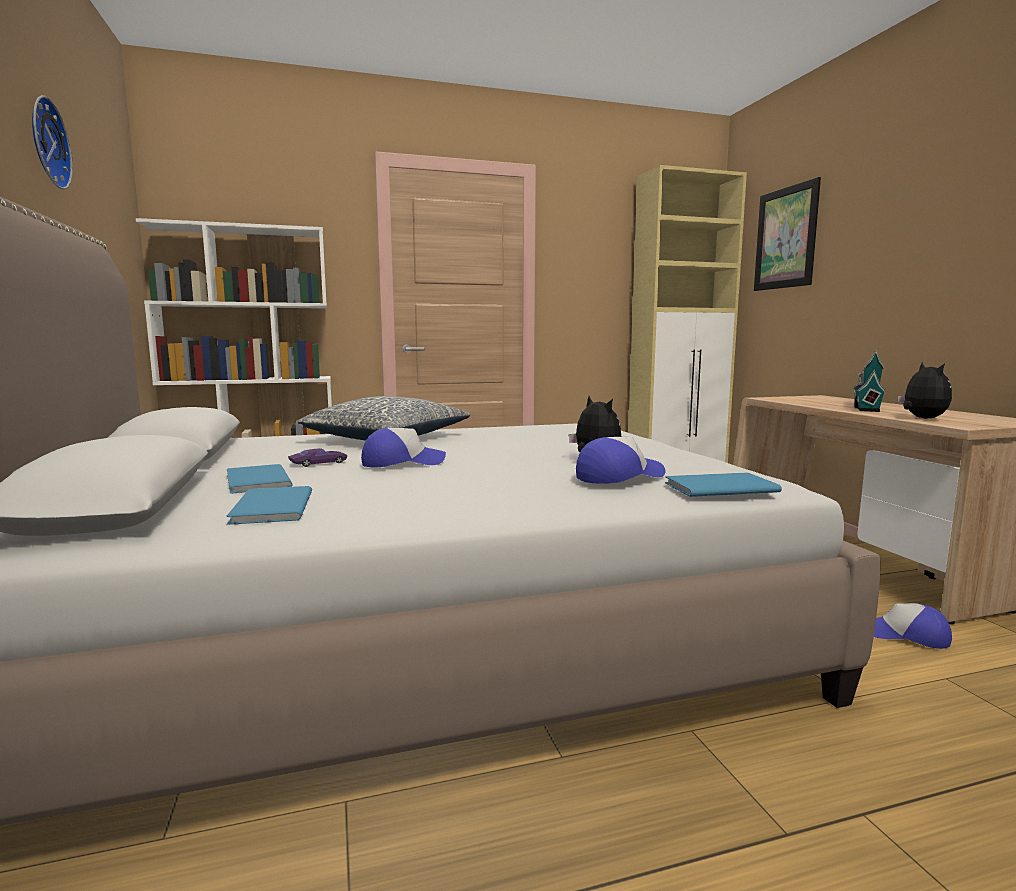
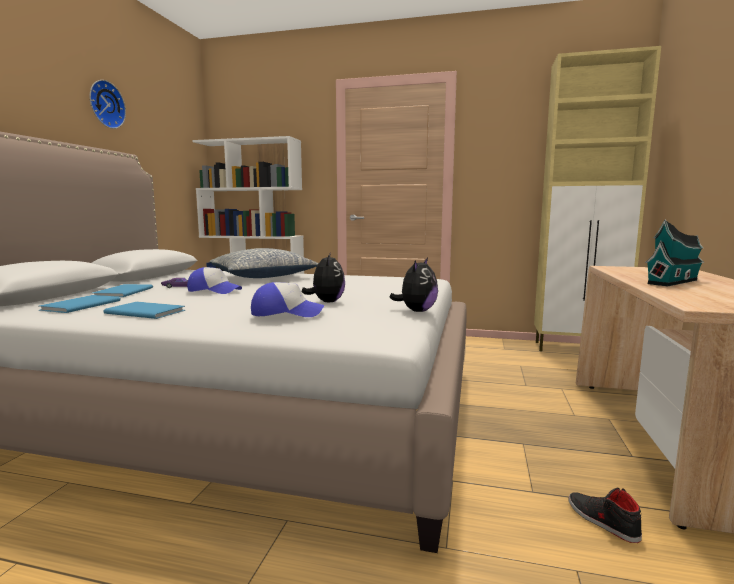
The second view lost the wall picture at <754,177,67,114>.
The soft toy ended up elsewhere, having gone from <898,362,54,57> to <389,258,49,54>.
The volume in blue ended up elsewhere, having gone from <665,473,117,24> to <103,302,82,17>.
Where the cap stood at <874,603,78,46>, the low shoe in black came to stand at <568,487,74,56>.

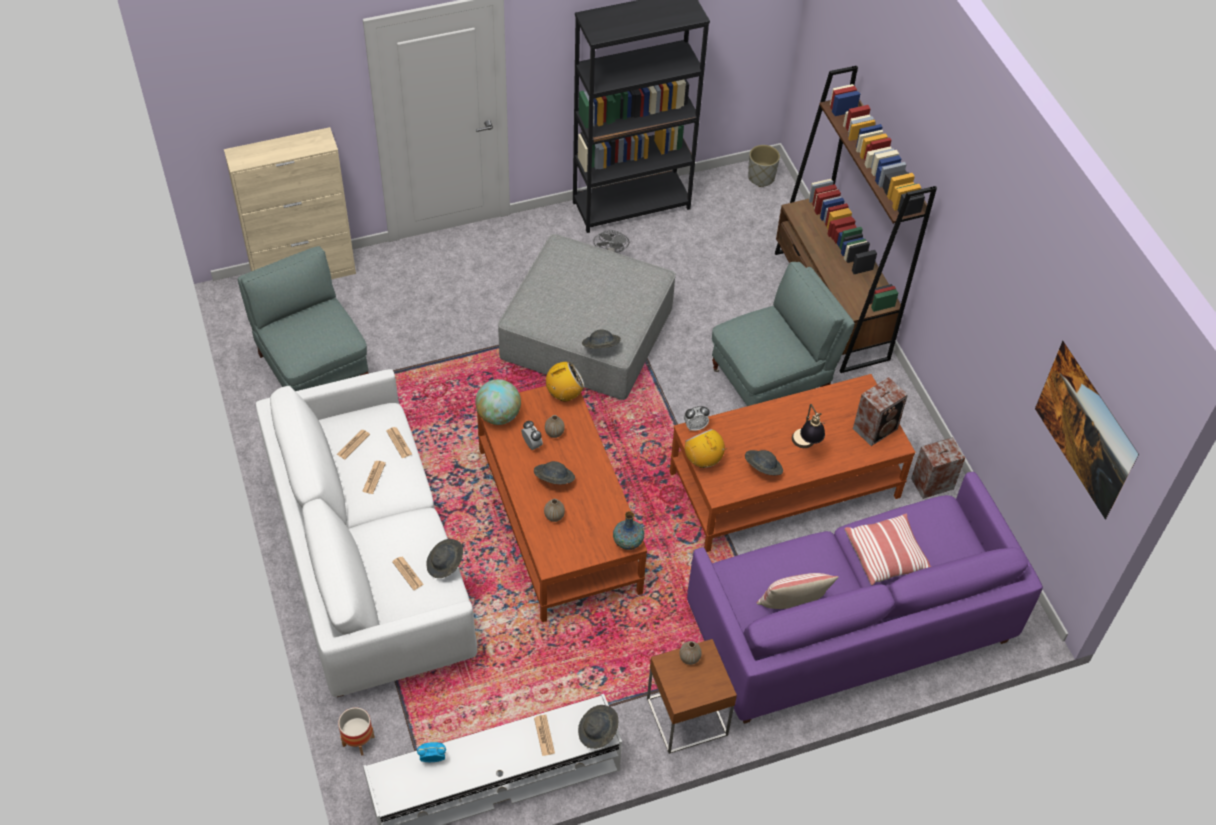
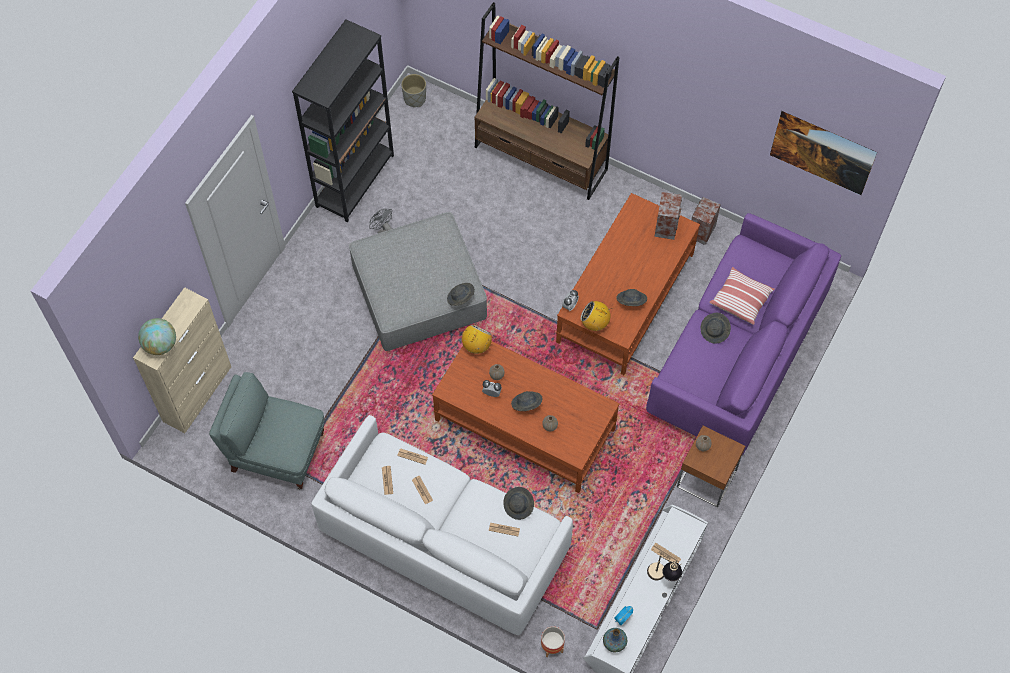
The second view lost the easy chair in grey at <711,262,144,144>.
The world globe ended up elsewhere, having gone from <475,379,46,46> to <138,318,38,37>.
The tabletop lamp ended up elsewhere, having gone from <792,404,33,44> to <647,556,35,25>.
The decorative vase ended up elsewhere, having gone from <613,511,31,39> to <603,628,25,25>.
The second view lost the cushion at <757,573,82,36>.
The wearable hat in grey ended up elsewhere, having gone from <578,705,41,44> to <701,313,30,30>.

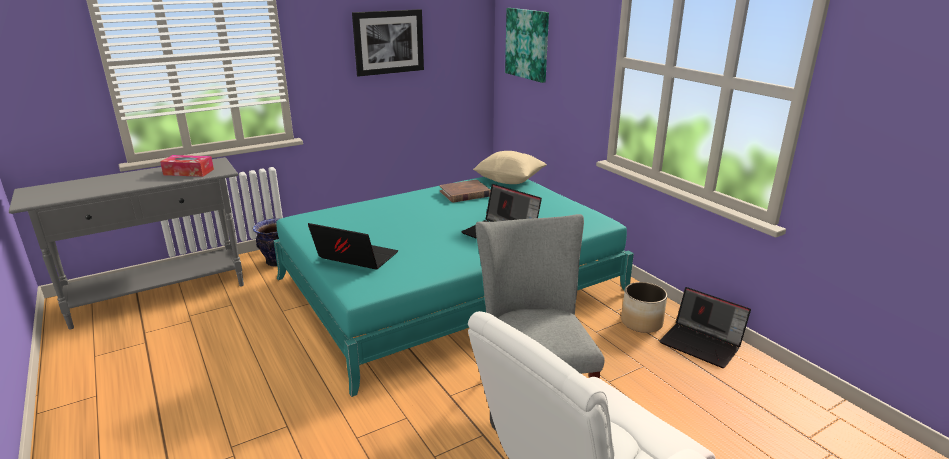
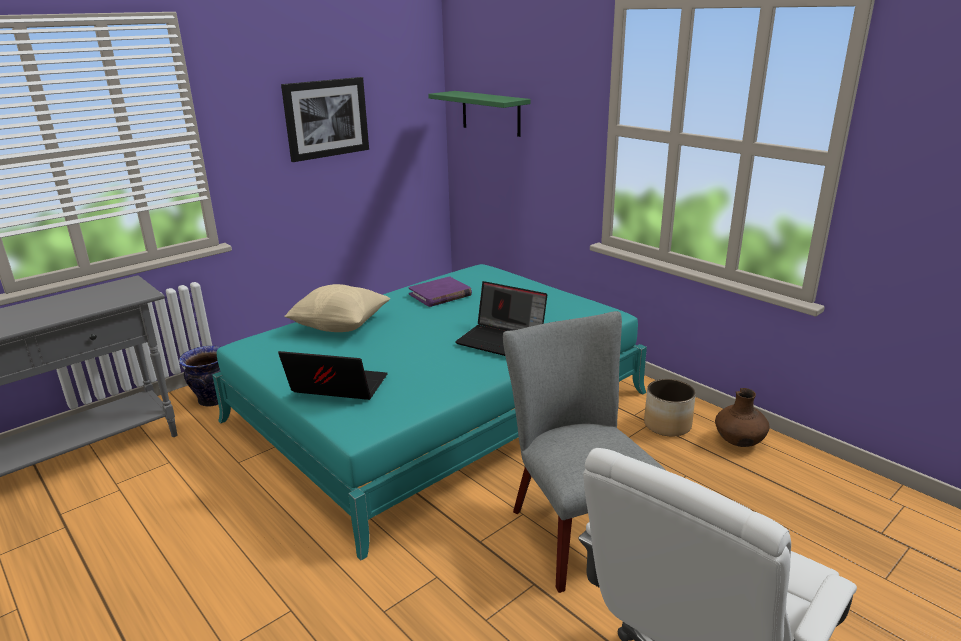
Where the wall picture hung at <505,8,44,75>, the shelf in green came to hang at <428,91,103,46>.
The cushion in beige ended up elsewhere, having gone from <473,151,74,33> to <284,284,106,48>.
The second view lost the tissue box at <160,155,54,22>.
What was the volume in brownish at <440,179,51,24> turned into the volume in purple-coloured at <408,276,64,31>.
Where the laptop stood at <659,287,92,81>, the decorative vase in brownish came to stand at <715,388,55,59>.

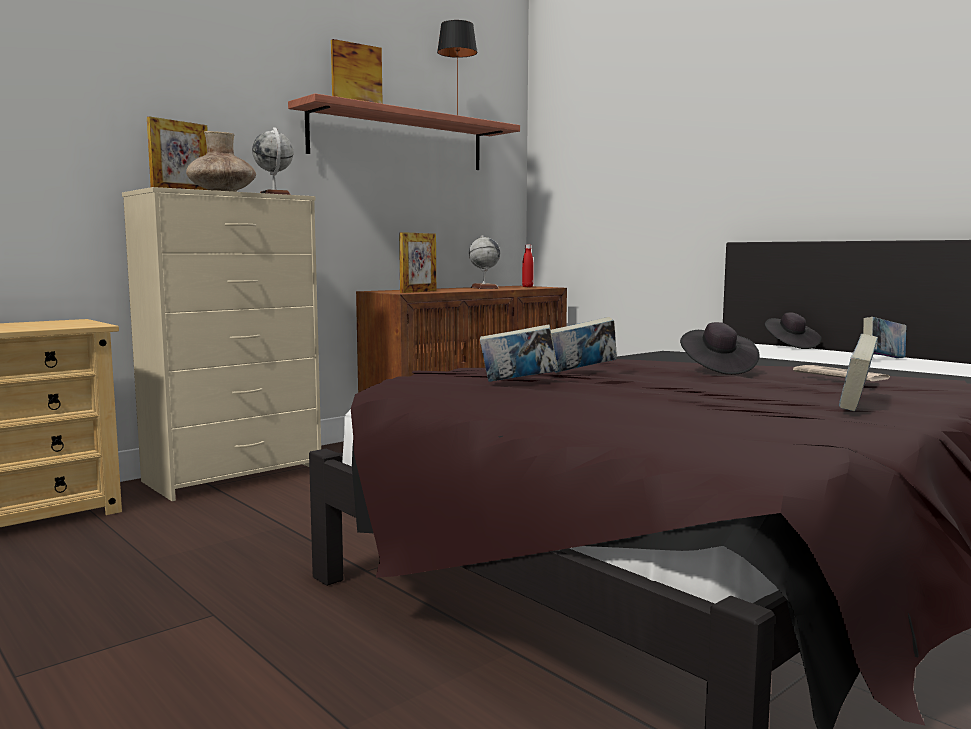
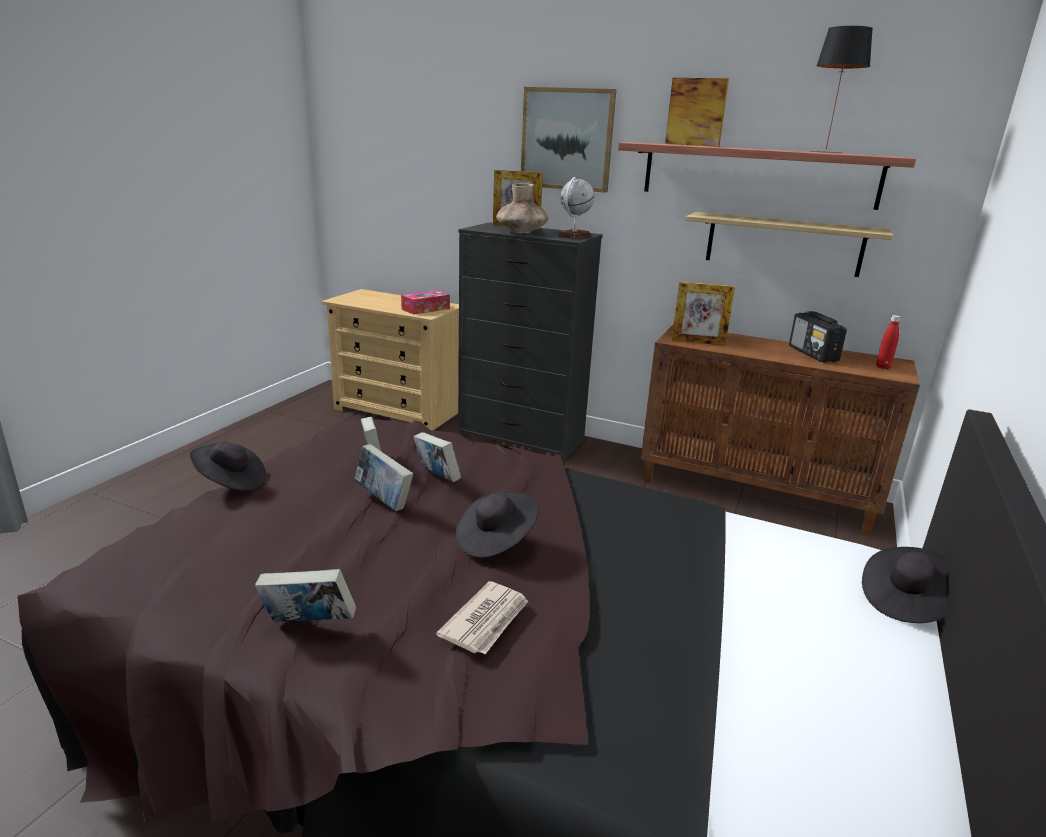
What was the dresser in beige at <122,187,199,314> turned into the dresser in black at <458,222,145,240>.
Where the world globe stood at <469,235,31,54>, the radio receiver came to stand at <789,311,58,52>.
The volume ended up elsewhere, having gone from <863,317,44,41> to <354,444,59,67>.
The second view gained the wall picture at <521,87,96,106>.
The second view gained the shelf at <685,212,208,65>.
The second view gained the tissue box at <401,290,49,25>.
The second view gained the wearable hat in black at <190,441,76,50>.

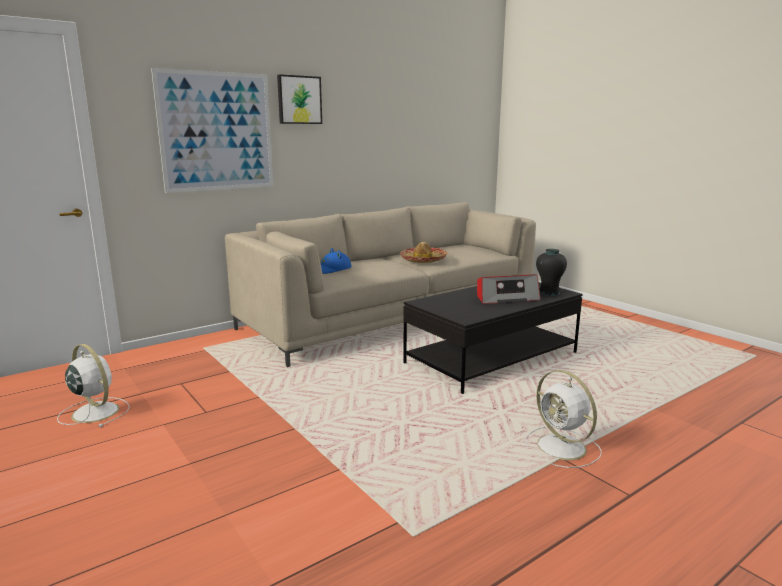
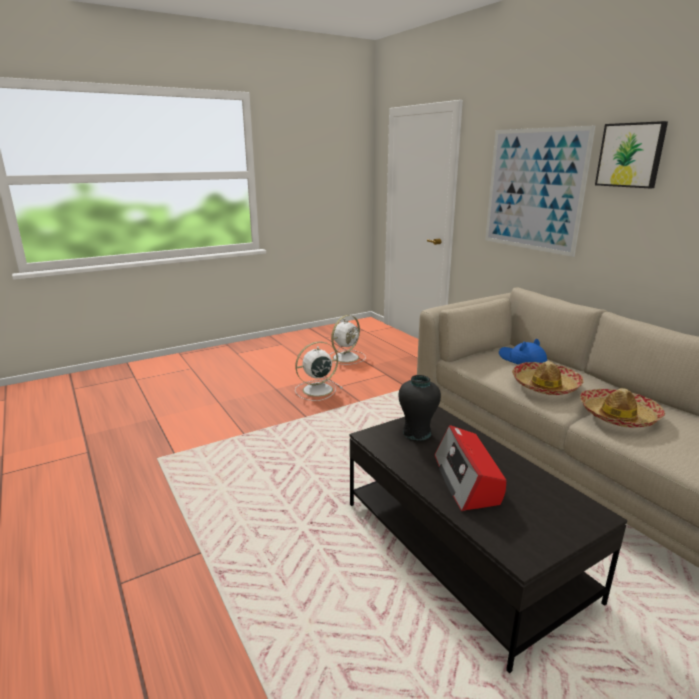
The decorative vase in black ended up elsewhere, having gone from <536,249,31,47> to <399,375,42,66>.
The fan in white-coloured ended up elsewhere, having gone from <525,370,77,98> to <295,342,47,59>.
The second view gained the wearable hat at <512,361,72,34>.

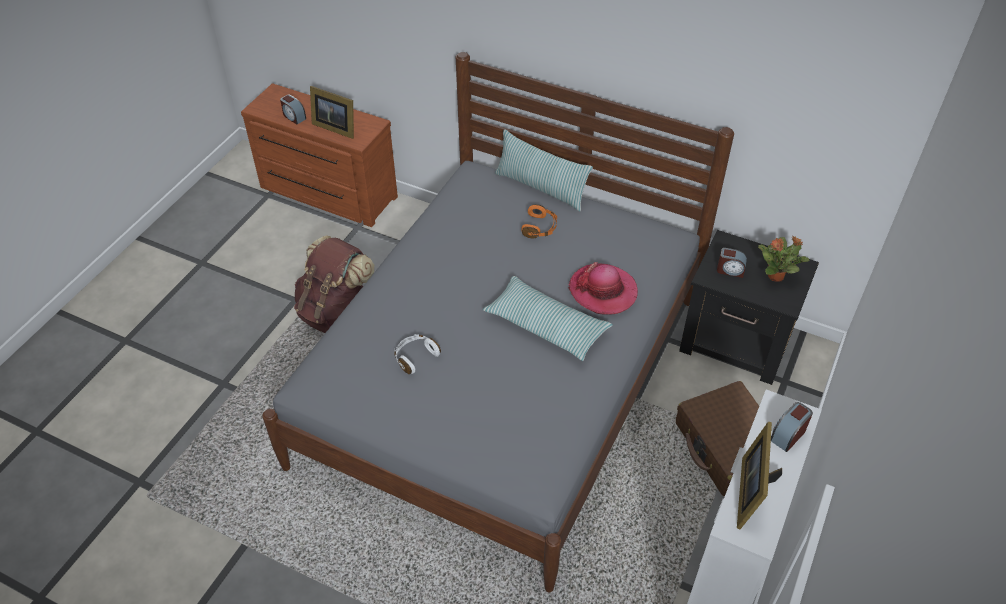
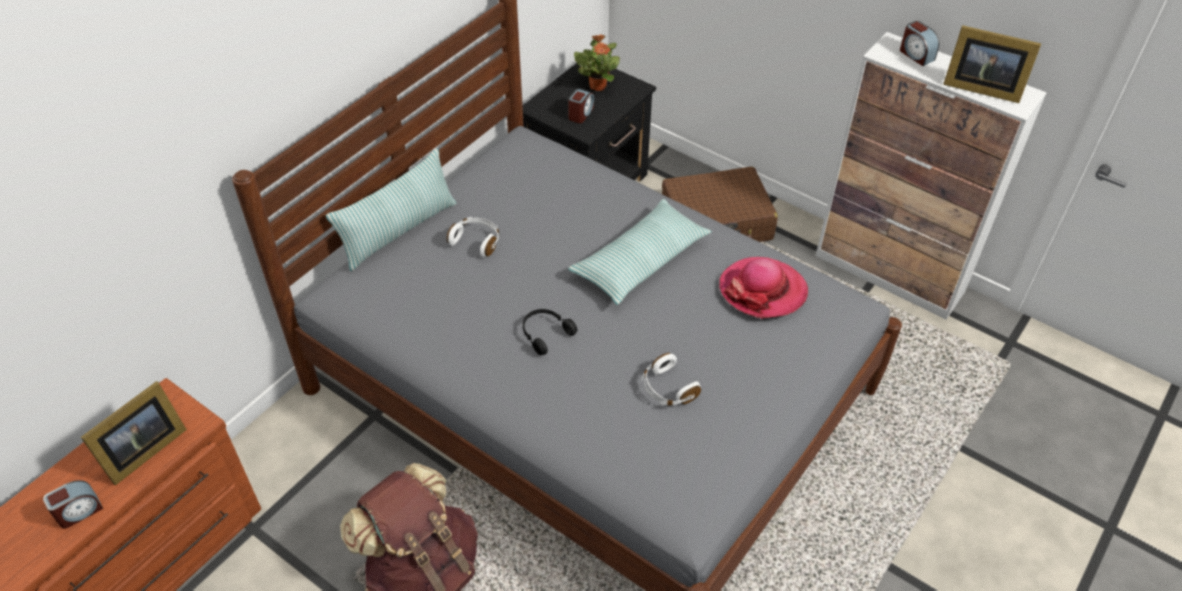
What was the headset in orange-coloured at <521,204,36,35> turned into the headset in white-coloured at <447,217,52,40>.
The wearable hat ended up elsewhere, having gone from <568,262,70,53> to <719,257,89,62>.
The second view gained the headset in black at <523,309,54,46>.

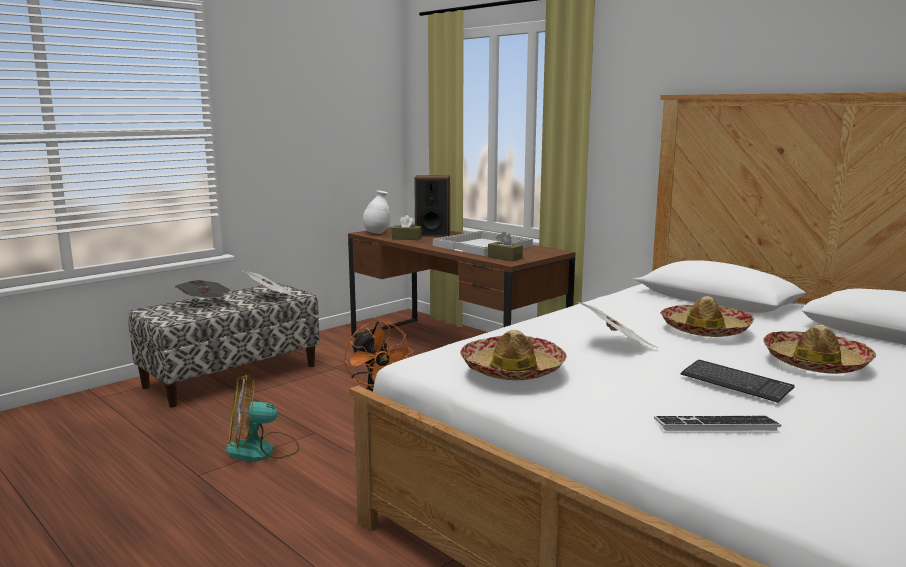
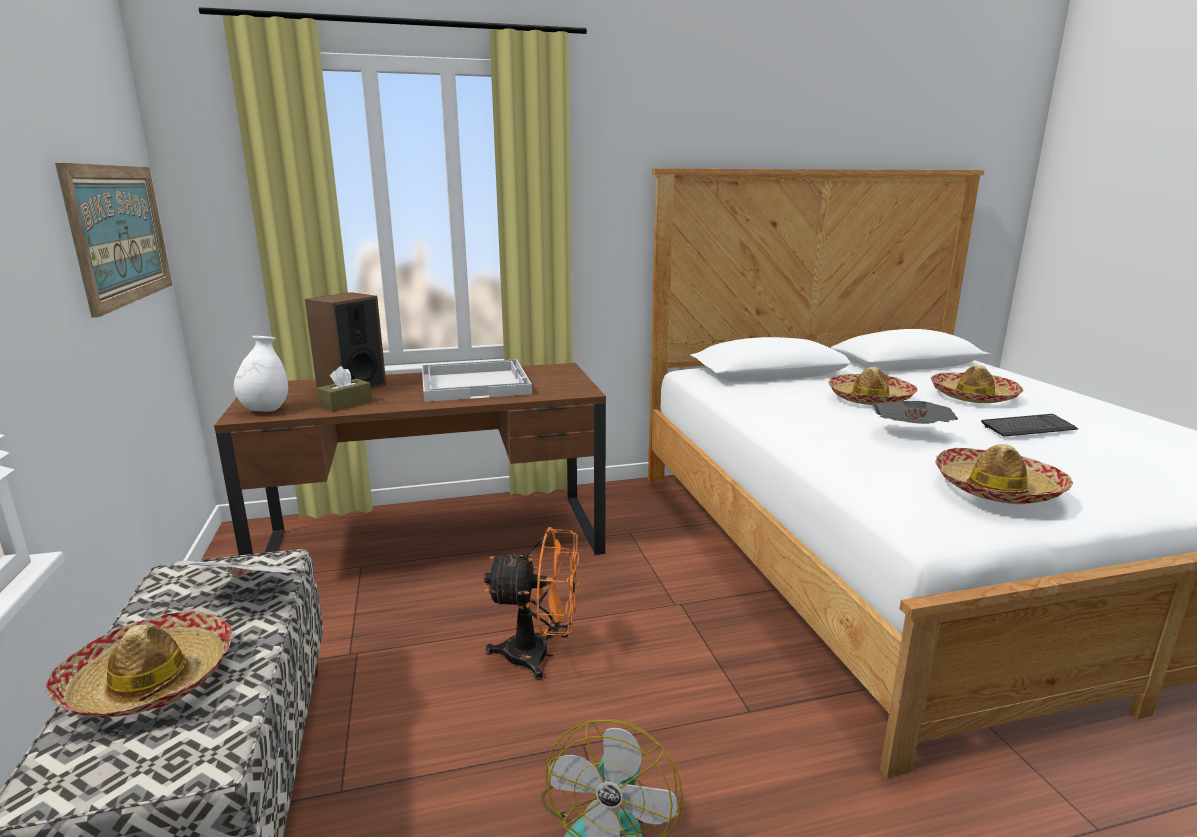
The second view lost the tissue box in brownish at <488,232,35,29>.
Where the daily paper stood at <175,280,55,17>, the wearable hat came to stand at <46,611,186,107>.
The second view lost the PC keyboard at <654,416,127,15>.
The second view gained the wall picture at <55,162,117,156>.

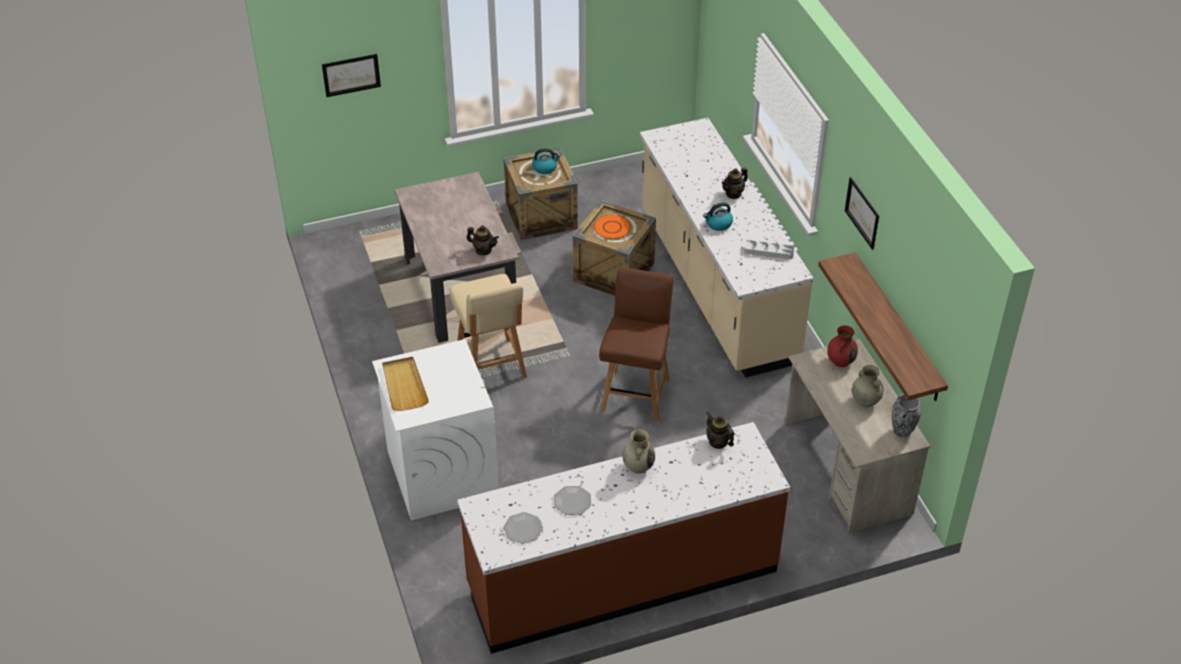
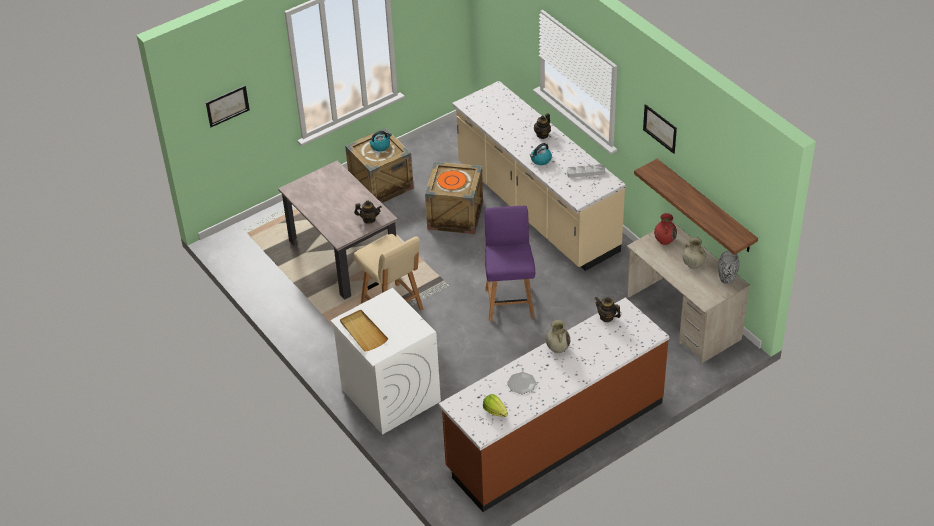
What was the chair in brownish at <599,267,74,154> turned into the chair in purple-coloured at <484,206,51,115>.
Where the dinner plate stood at <503,512,40,32>, the lettuce came to stand at <483,394,25,23>.

